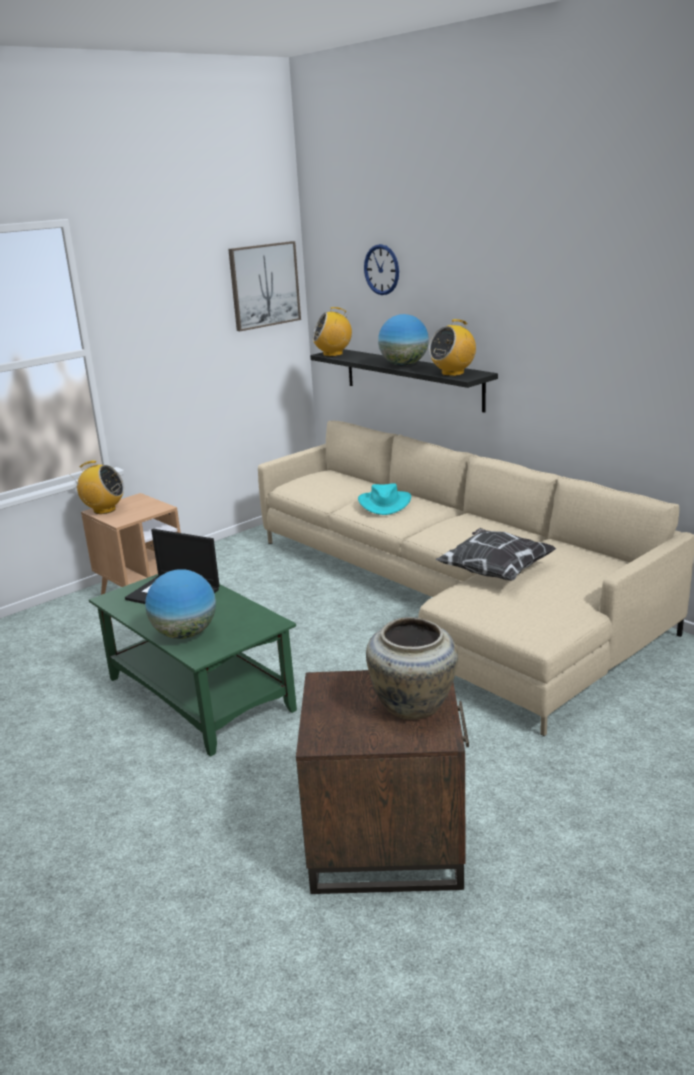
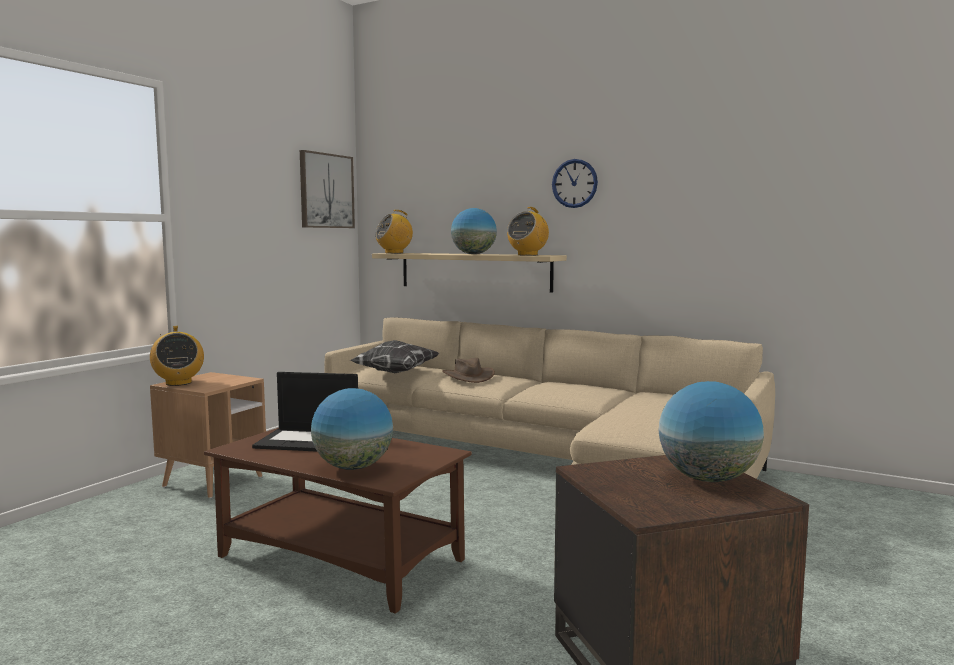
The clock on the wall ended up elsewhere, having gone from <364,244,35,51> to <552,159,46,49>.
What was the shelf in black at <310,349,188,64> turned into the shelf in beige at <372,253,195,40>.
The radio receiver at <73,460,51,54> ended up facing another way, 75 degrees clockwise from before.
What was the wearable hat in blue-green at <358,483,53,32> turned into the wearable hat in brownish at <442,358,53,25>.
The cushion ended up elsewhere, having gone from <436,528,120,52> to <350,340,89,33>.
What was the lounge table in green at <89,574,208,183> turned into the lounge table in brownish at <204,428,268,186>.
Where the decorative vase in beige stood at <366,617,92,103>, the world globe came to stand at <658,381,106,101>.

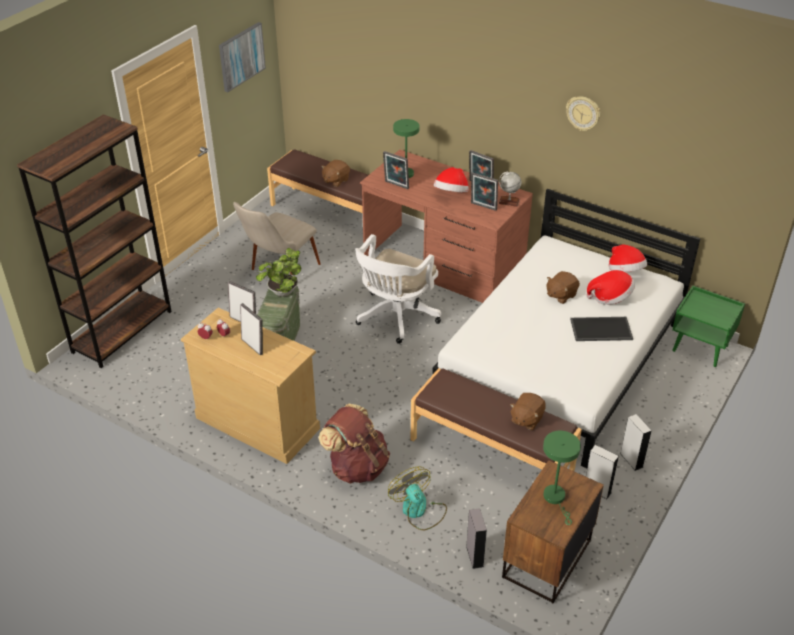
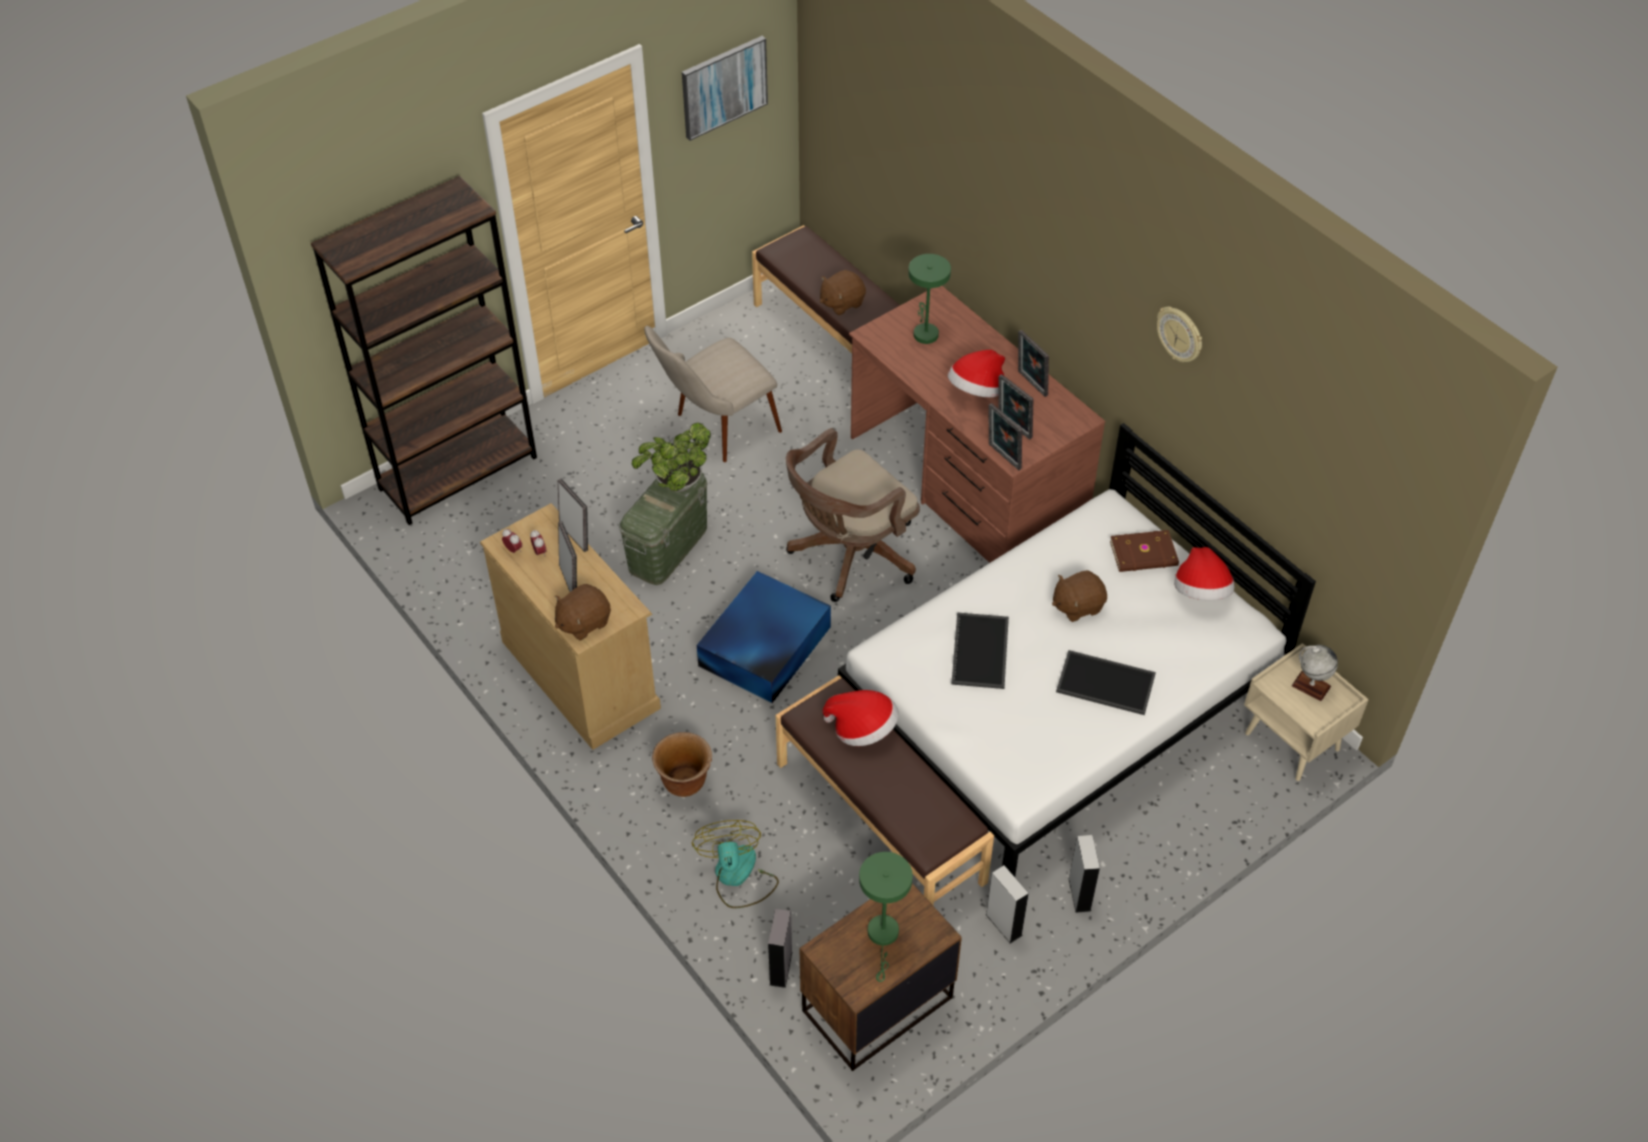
The standing frame ended up elsewhere, having gone from <383,151,26,38> to <988,403,34,67>.
The world globe ended up elsewhere, having gone from <499,172,22,35> to <1292,645,46,56>.
What was the desk chair in white-coloured at <355,234,86,110> turned into the desk chair in brownish at <786,428,134,174>.
The wearable hat ended up elsewhere, having gone from <586,270,49,35> to <823,690,76,56>.
What was the night table in green at <672,286,73,81> turned into the night table in beige at <1244,643,125,138>.
The soft toy in brownish ended up elsewhere, having gone from <510,393,36,37> to <555,584,56,57>.
Where the backpack in brownish stood at <318,403,72,81>, the flower pot in brownish came to stand at <652,732,60,65>.
The second view gained the volume in brownish at <1110,530,69,42>.
The second view gained the storage box in blue at <697,571,134,132>.
The second view gained the serving tray at <951,612,58,77>.

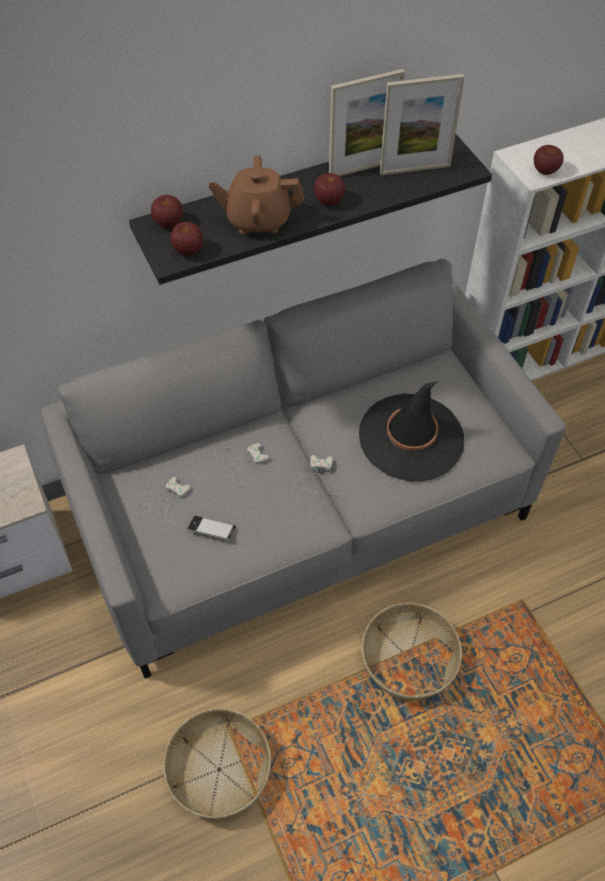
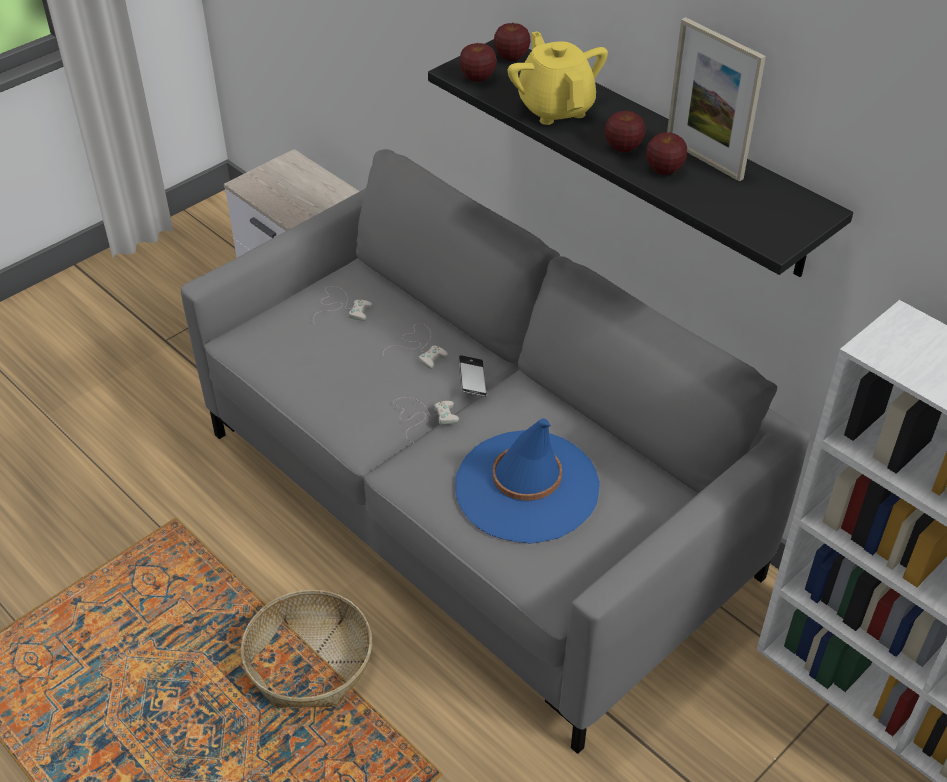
The second view lost the standing frame at <380,74,84,101>.
The apple fruit ended up elsewhere, having gone from <534,145,30,30> to <646,132,41,43>.
What was the pot for tea in brownish at <209,155,95,79> turned into the pot for tea in yellow at <508,31,100,94>.
What was the wearable hat in black at <359,381,105,101> turned into the wearable hat in blue at <455,418,145,126>.
The phone ended up elsewhere, having gone from <187,516,49,24> to <458,355,29,42>.
The second view lost the household basket at <163,708,108,113>.

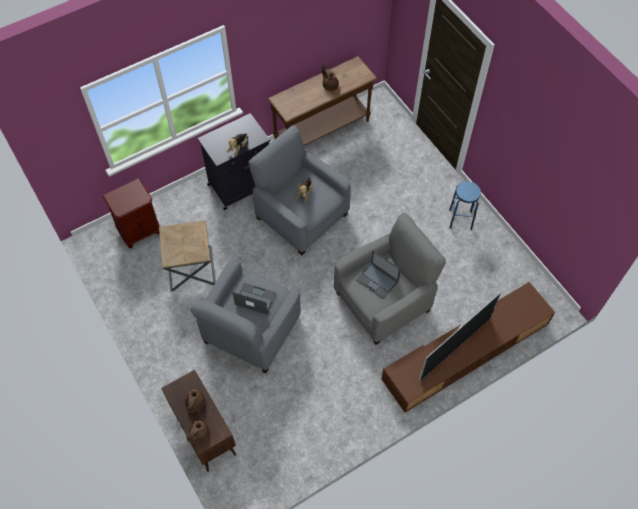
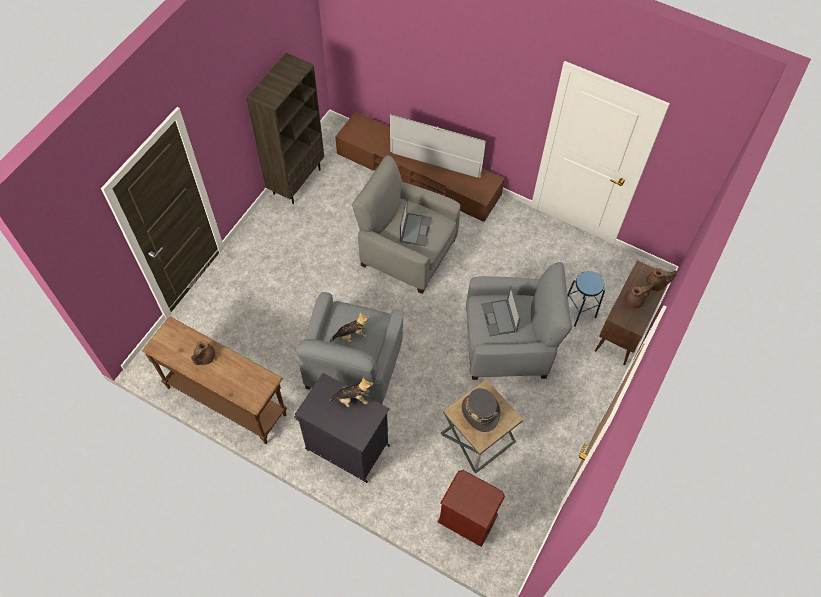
The stool seat in blue ended up elsewhere, having gone from <449,181,32,49> to <568,271,37,56>.
The second view gained the bookshelf in brownish at <246,53,78,151>.
The second view gained the wearable hat in grey at <461,388,39,44>.

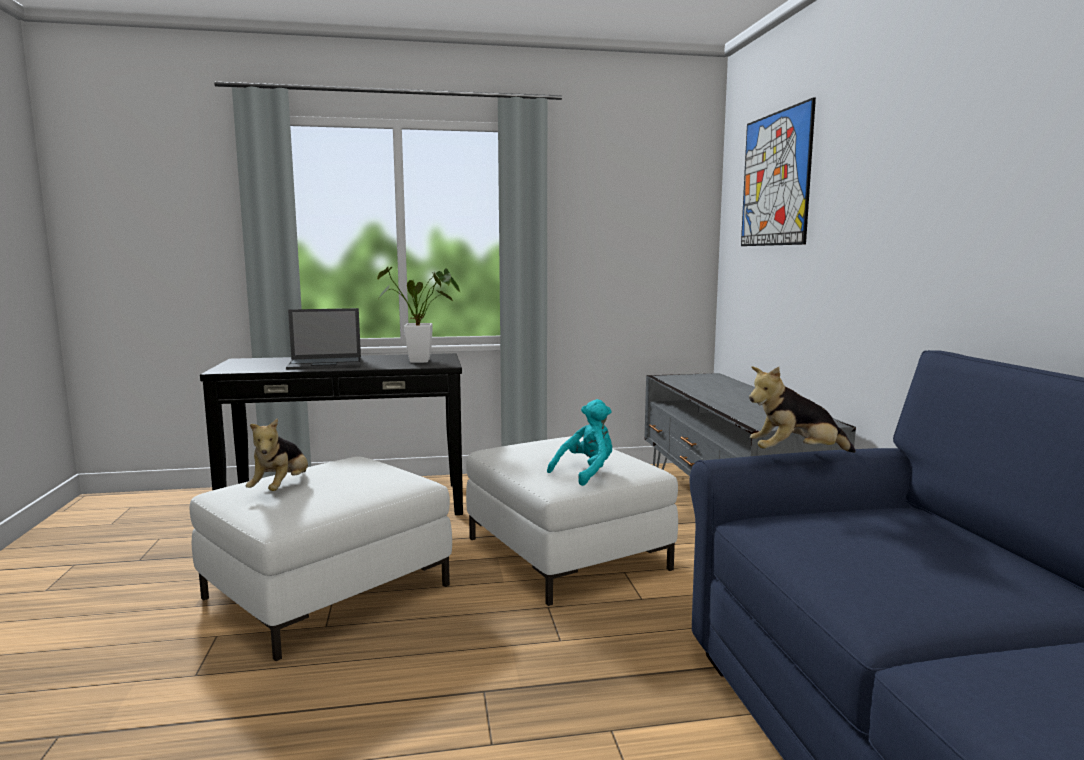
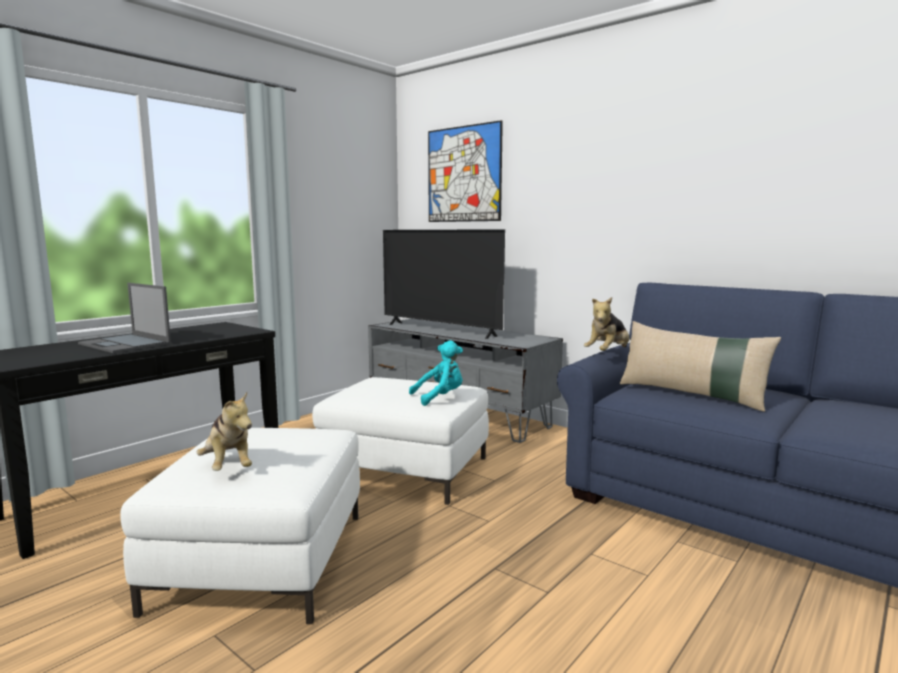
The second view lost the potted plant at <377,267,84,96>.
The laptop at <286,308,75,62> ended up facing another way, 90 degrees clockwise from before.
The soft toy in blue-green at <547,399,65,87> ended up facing another way, 60 degrees clockwise from before.
The second view gained the TV set at <383,229,122,110>.
The second view gained the cushion in beige at <620,321,161,91>.

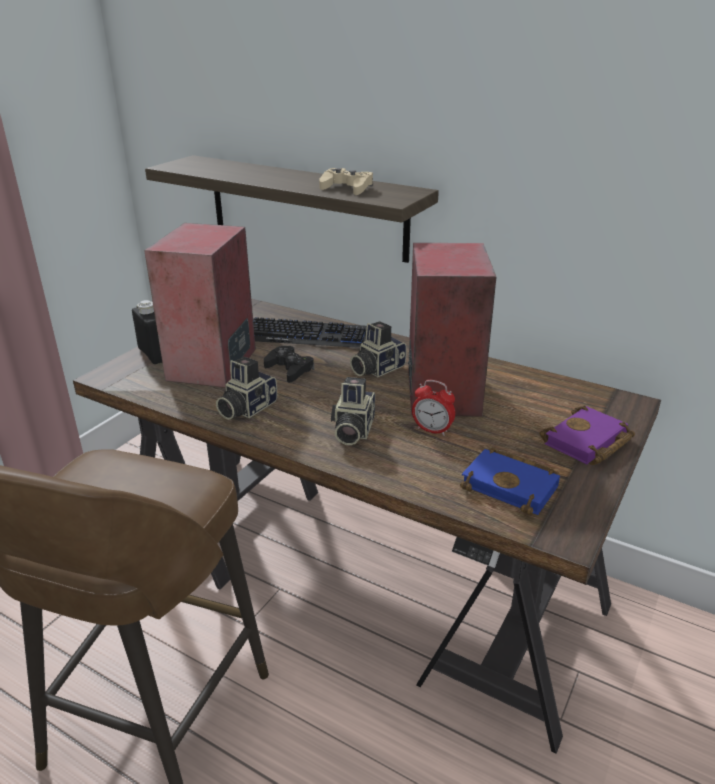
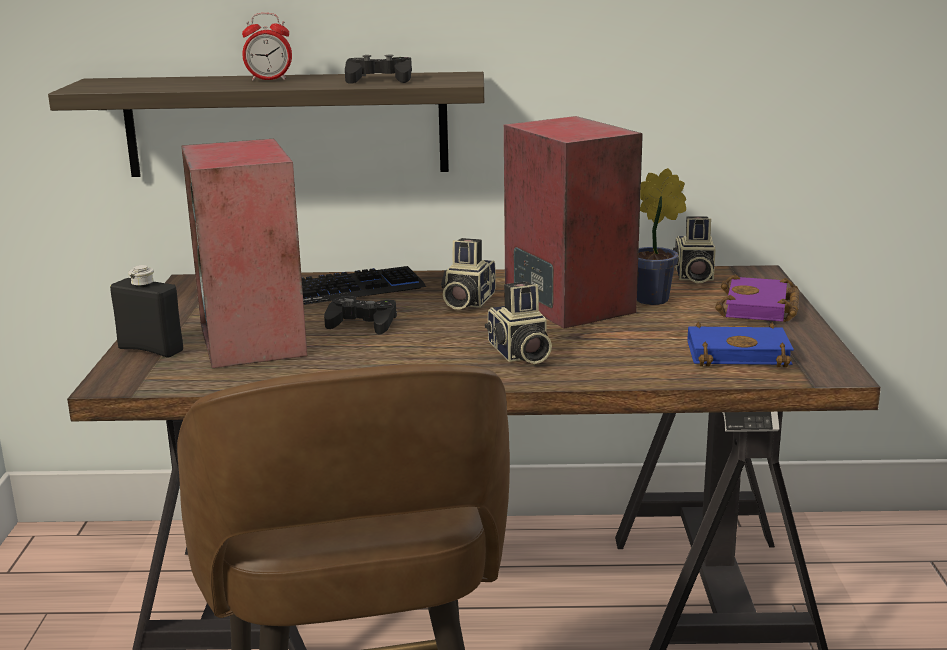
What was the gamepad in beige at <319,168,54,27> turned into the gamepad in black at <345,54,67,30>.
The still camera ended up elsewhere, having gone from <216,357,61,63> to <673,216,43,67>.
The bedside clock ended up elsewhere, having gone from <412,380,43,56> to <242,13,50,68>.
The second view gained the potted plant at <637,168,49,137>.

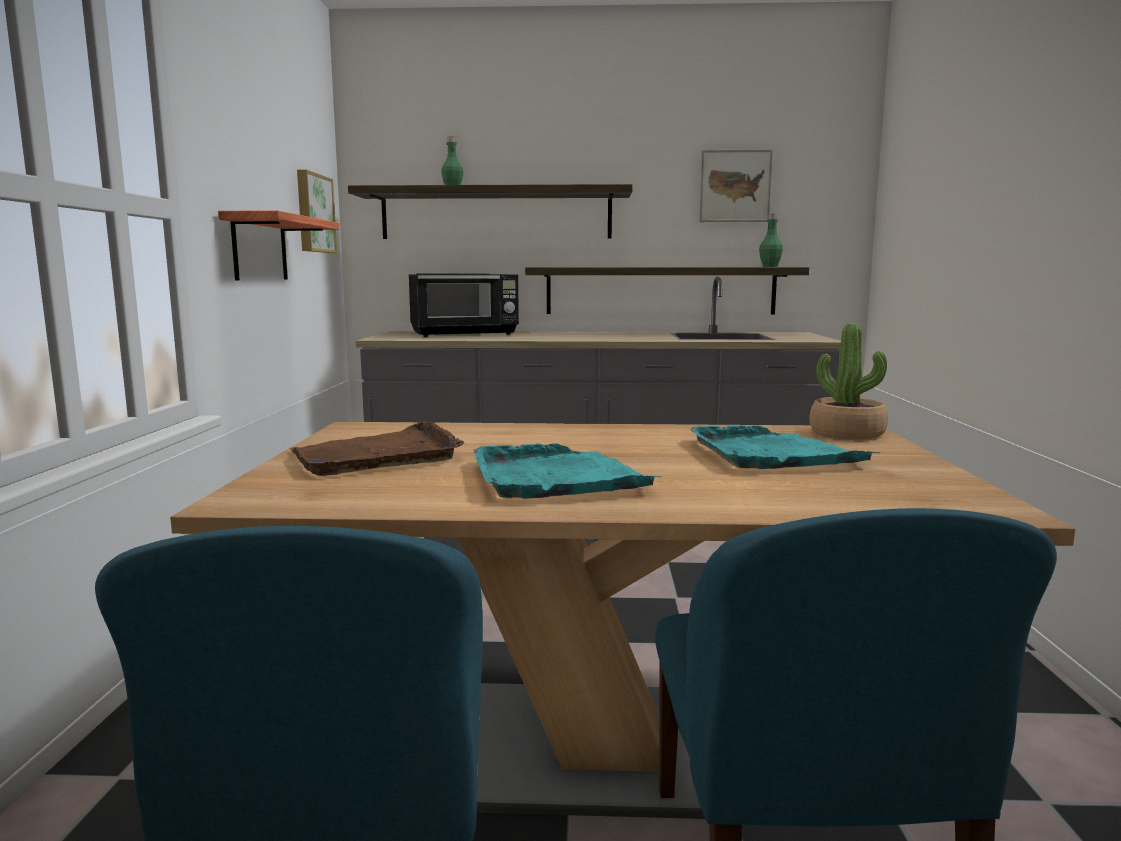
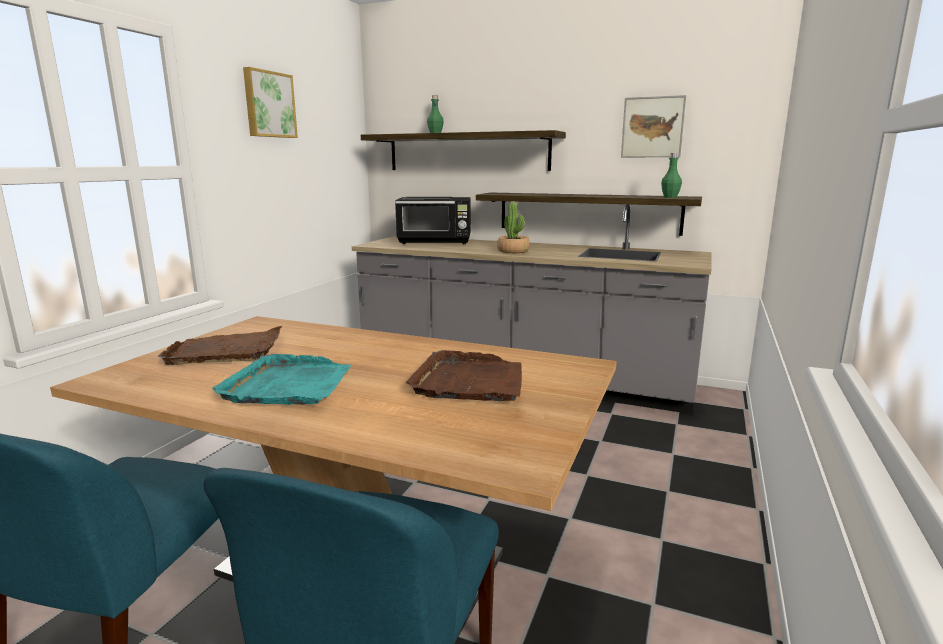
The wall picture ended up elsewhere, having gone from <297,170,40,83> to <243,67,55,71>.
The second view lost the shelf at <218,211,121,70>.
The potted plant ended up elsewhere, having gone from <809,323,79,117> to <497,202,33,51>.
What was the serving tray in blue-green at <689,425,190,44> turned into the serving tray in brownish at <406,350,116,51>.

